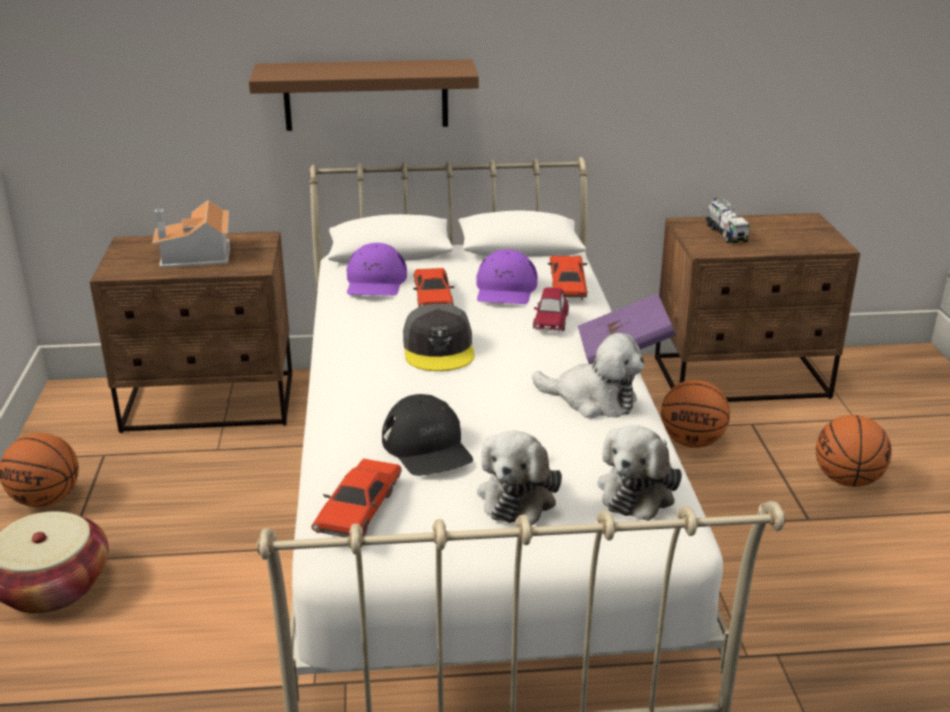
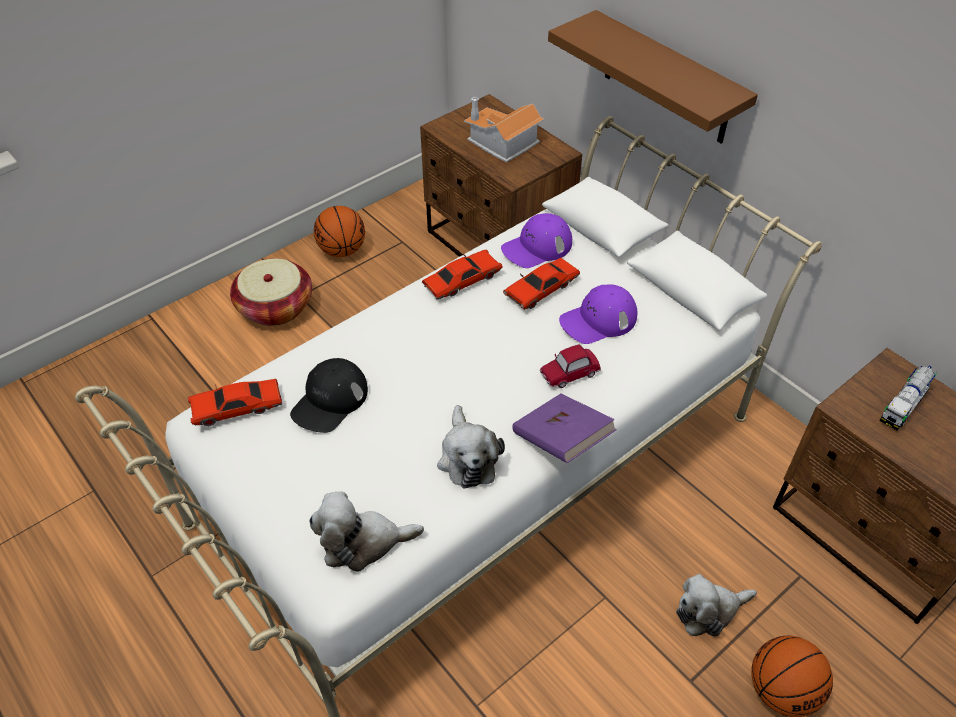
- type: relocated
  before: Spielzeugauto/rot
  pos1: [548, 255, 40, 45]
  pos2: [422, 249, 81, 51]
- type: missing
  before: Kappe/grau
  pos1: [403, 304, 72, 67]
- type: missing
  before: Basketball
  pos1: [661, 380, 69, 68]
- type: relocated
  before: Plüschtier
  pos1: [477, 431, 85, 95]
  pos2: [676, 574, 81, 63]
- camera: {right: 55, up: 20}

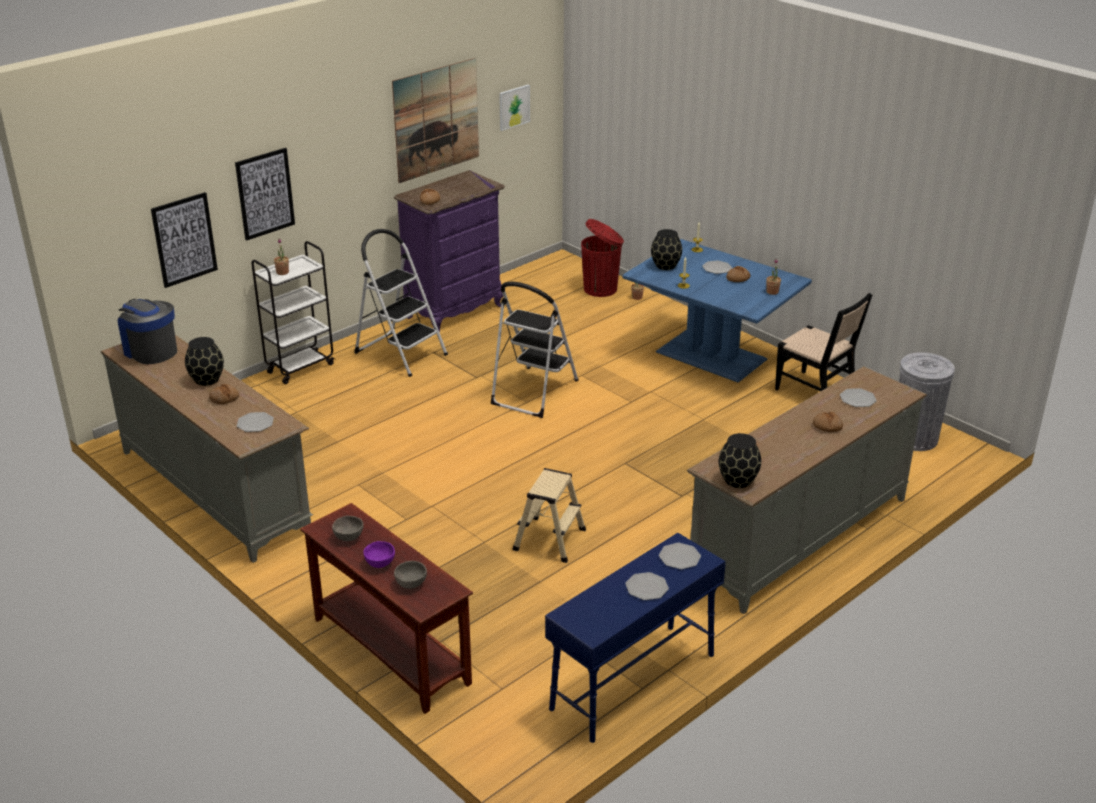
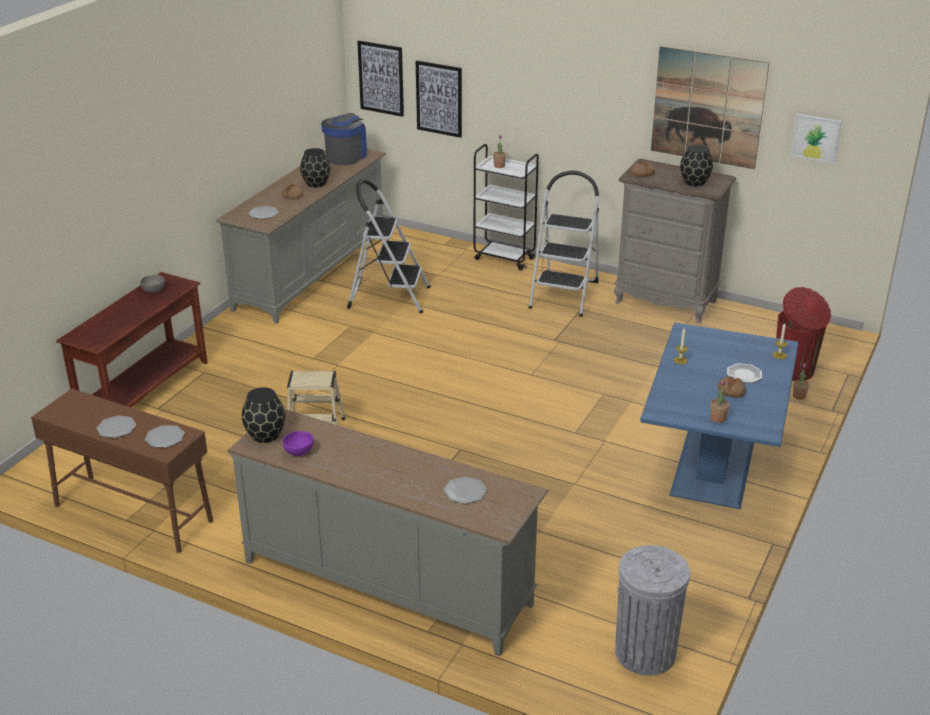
- type: relocated
  before: Bild
  pos1: [235, 148, 60, 93]
  pos2: [357, 40, 47, 77]
- type: colour
  before: Kommode/lila
  after: Kommode/beige
  pos1: [394, 170, 111, 162]
  pos2: [614, 159, 122, 164]
- type: relocated
  before: Vase/schwarz
  pos1: [651, 229, 31, 41]
  pos2: [680, 144, 33, 43]
- type: relocated
  before: Trittleiter
  pos1: [491, 282, 88, 136]
  pos2: [347, 179, 84, 134]
- type: missing
  before: Stuhl
  pos1: [775, 293, 97, 98]
- type: missing
  before: Brot
  pos1: [813, 412, 30, 20]
- type: colour
  before: Konsolentisch/blau
  after: Konsolentisch/braun
  pos1: [545, 533, 181, 210]
  pos2: [31, 389, 182, 164]
- type: relocated
  before: Schüssel/lila
  pos1: [363, 541, 32, 27]
  pos2: [282, 431, 32, 25]
- type: missing
  before: Schüssel/grau
  pos1: [394, 561, 33, 28]
- camera: {right: 70, up: 0}

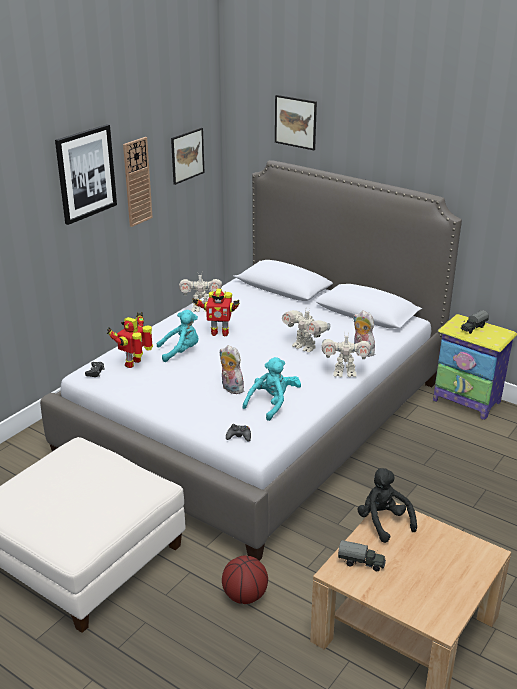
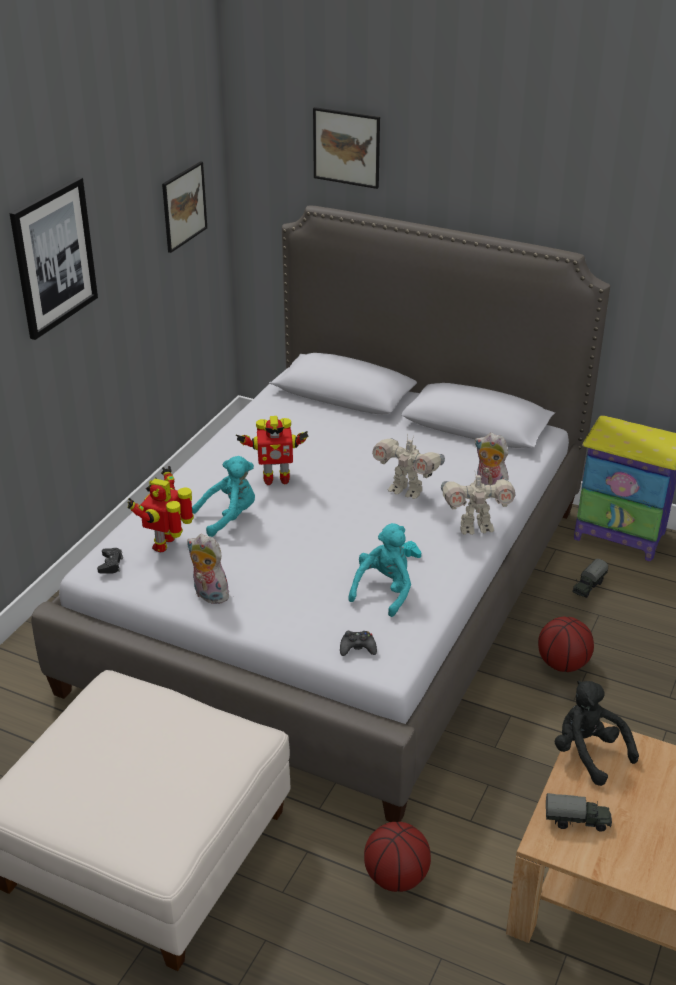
- type: missing
  before: Wanduhr
  pos1: [123, 137, 30, 90]
- type: missing
  before: Spielzeugroboter
  pos1: [179, 275, 43, 37]
- type: relocated
  before: Spielzeuglaster
  pos1: [461, 310, 28, 24]
  pos2: [572, 559, 36, 39]
- type: relocated
  before: Plüschtier
  pos1: [220, 345, 24, 49]
  pos2: [187, 534, 42, 70]
- type: appeared
  after: Basketball
  pos2: [538, 617, 56, 55]
- camera: {right: -10, up: 5}

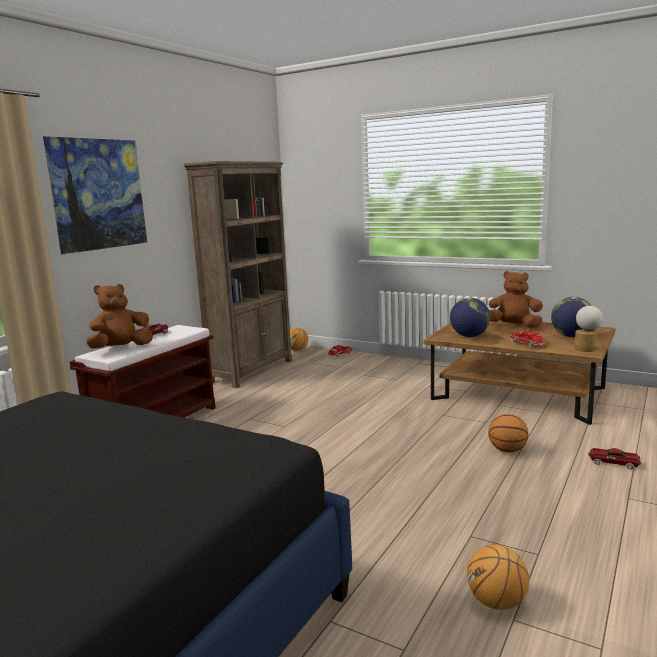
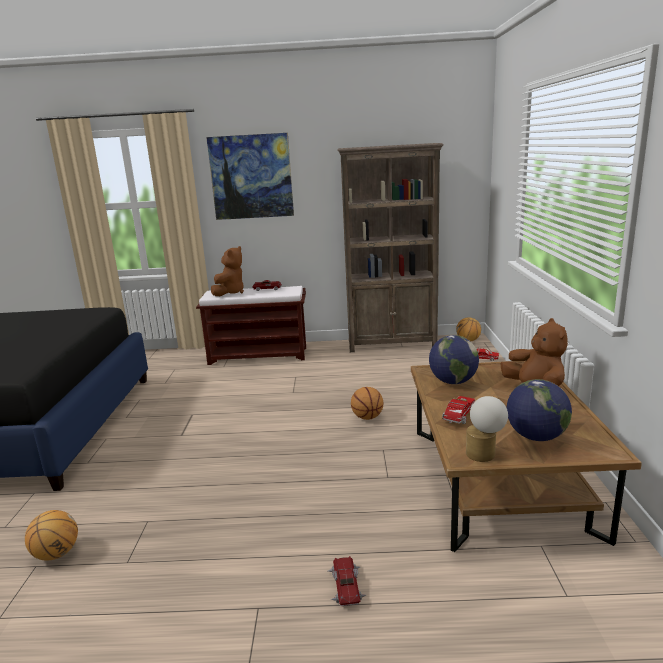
- type: spun
  before: Plüschtier/braun
  pos1: [86, 284, 67, 65]
  pos2: [211, 246, 33, 50]
  turn: 90
- type: relocated
  before: Basketball
  pos1: [488, 414, 40, 39]
  pos2: [351, 387, 33, 33]
- camera: {right: 60, up: 5}

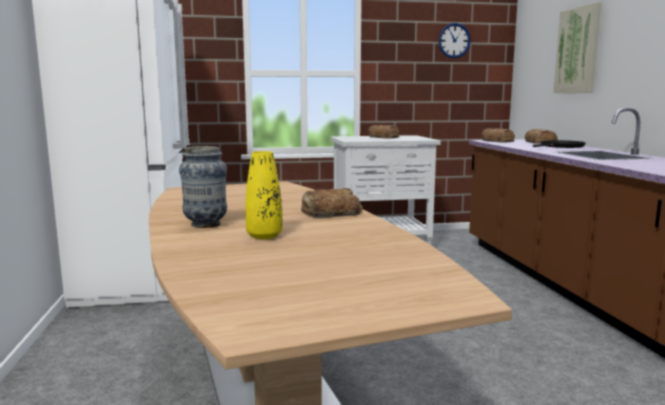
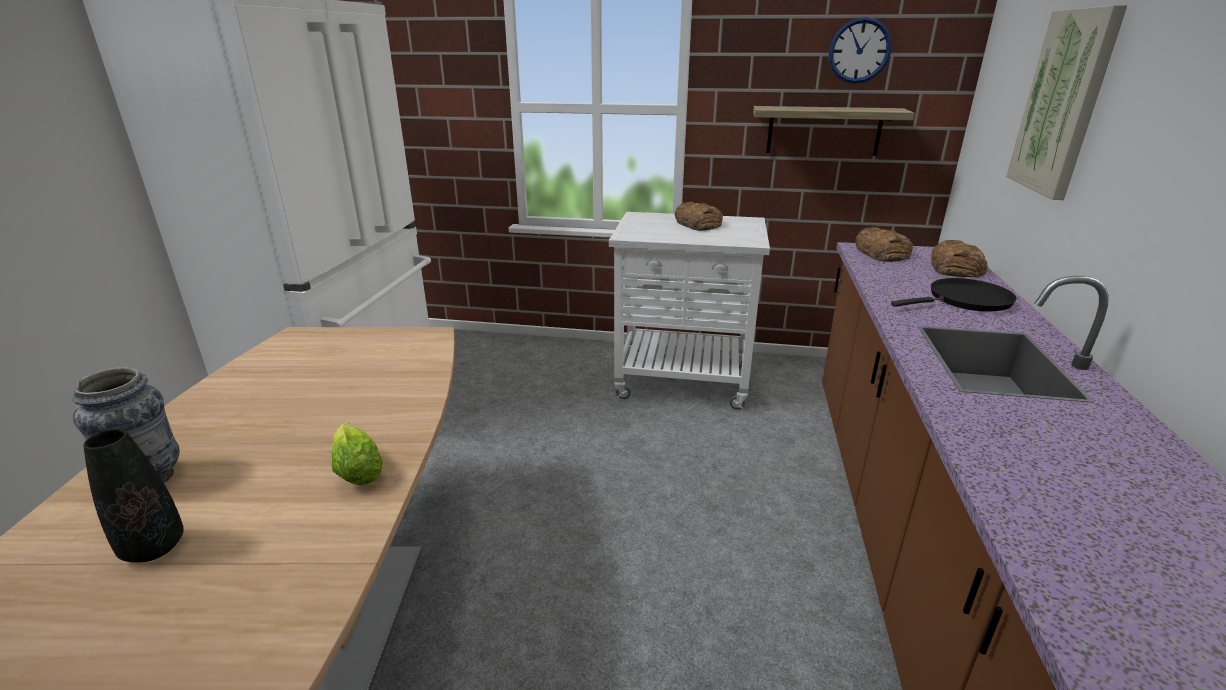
- type: colour
  before: Vase/gelb
  after: Vase/schwarz
  pos1: [245, 151, 38, 88]
  pos2: [83, 429, 101, 134]
- type: exchanged
  before: Brot
  after: Salatkopf
  pos1: [301, 188, 62, 30]
  pos2: [332, 423, 51, 62]
- type: appeared
  after: Wandregal
  pos2: [753, 106, 161, 50]
- camera: {right: 20, up: 15}

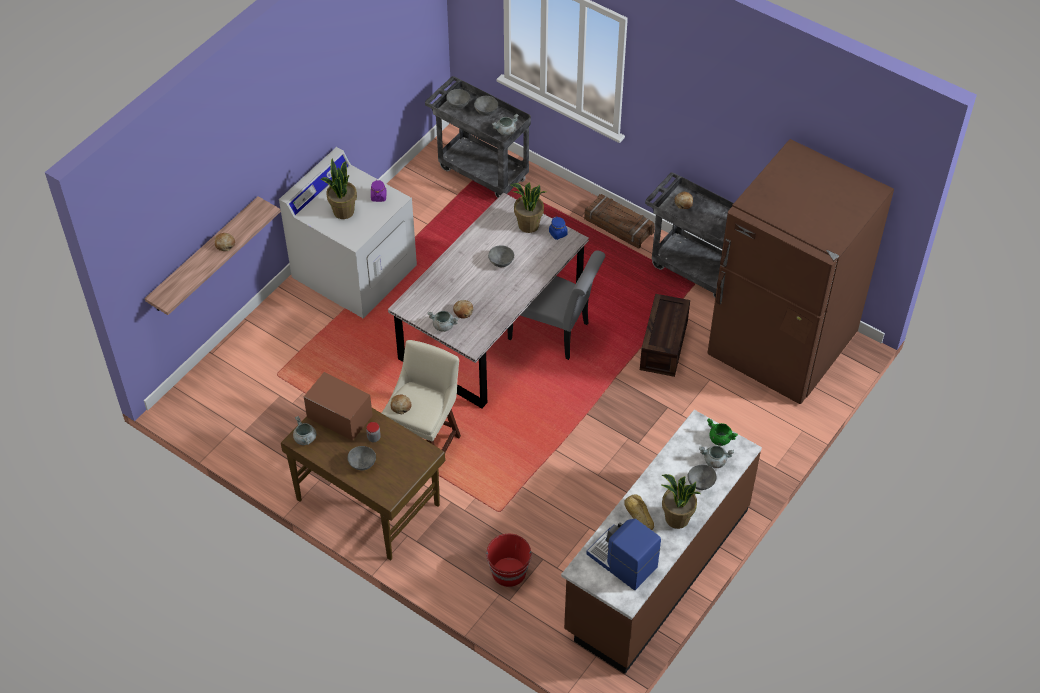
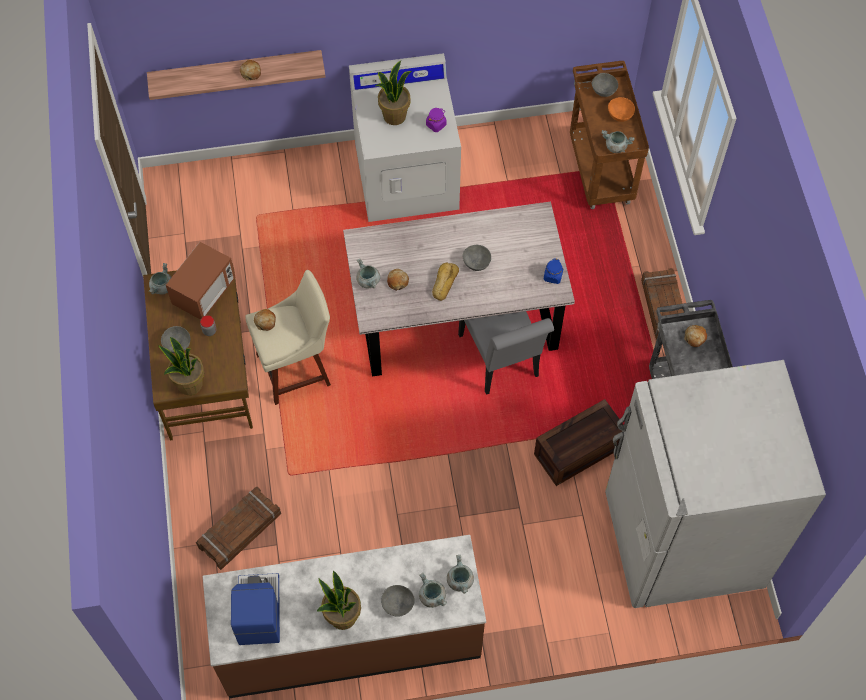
- type: colour
  before: Rollwagen/grau
  after: Rollwagen/braun
  pos1: [425, 76, 106, 122]
  pos2: [570, 61, 79, 148]
- type: colour
  before: Schüssel/grau
  after: Schüssel/orange
  pos1: [474, 96, 24, 20]
  pos2: [608, 97, 27, 25]
- type: colour
  before: Kühlschrank/braun
  after: Kühlschrank/weiß
  pos1: [707, 139, 187, 265]
  pos2: [605, 360, 221, 248]
- type: relocated
  before: Topfpflanze
  pos1: [510, 182, 36, 51]
  pos2: [158, 337, 46, 58]
- type: spun
  before: Mikrowelle
  pos1: [304, 372, 69, 69]
  pos2: [166, 242, 70, 78]
  turn: 45
- type: colour
  before: Kochtopf/grün
  after: Kochtopf/grau
  pos1: [707, 419, 31, 27]
  pos2: [447, 555, 27, 39]
- type: relocated
  before: Brot
  pos1: [624, 494, 30, 36]
  pos2: [432, 263, 27, 38]
- type: exchanged
  before: Eimer/rot
  after: Kiste
  pos1: [486, 534, 46, 53]
  pos2: [196, 487, 85, 83]
- camera: {right: 45, up: 10}

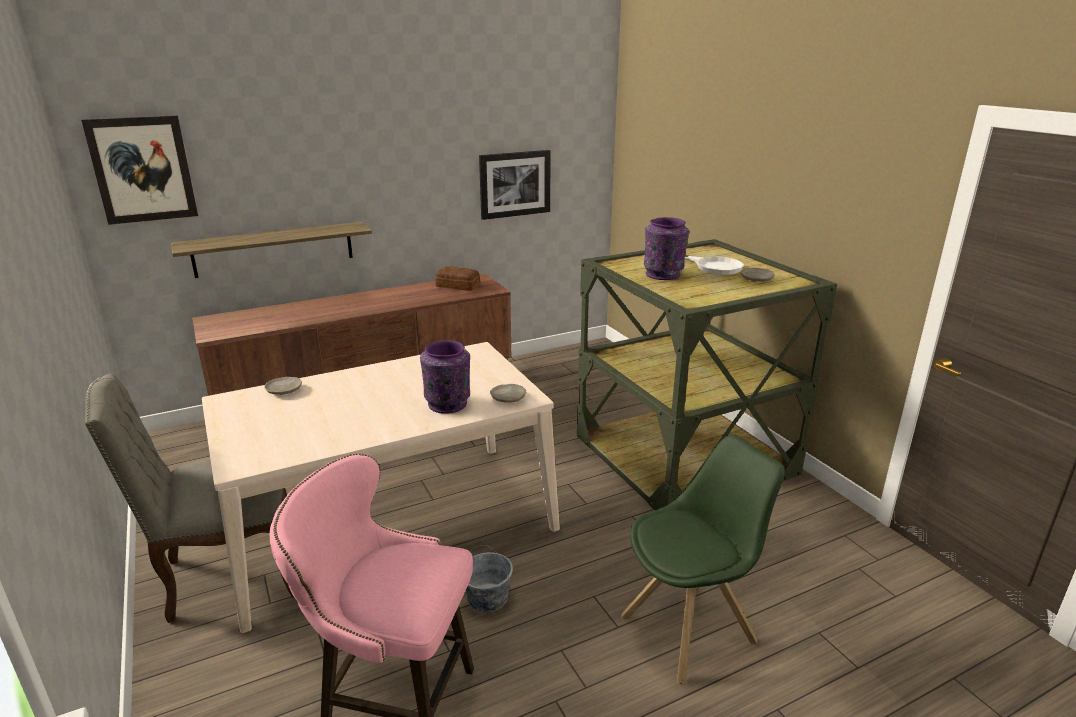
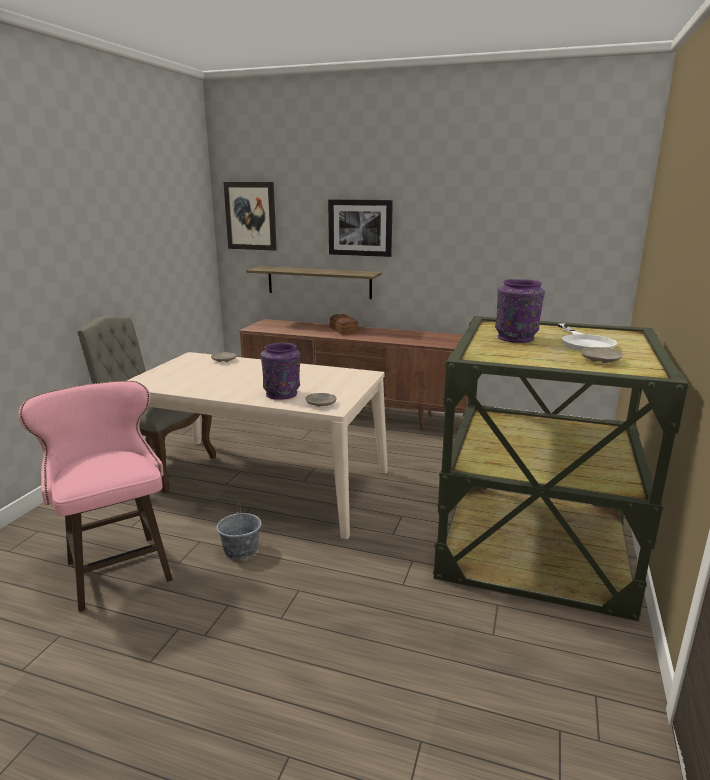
- type: relocated
  before: Bild
  pos1: [479, 150, 72, 70]
  pos2: [328, 199, 65, 58]
- type: relocated
  before: Brot
  pos1: [435, 266, 45, 25]
  pos2: [329, 314, 30, 21]
- type: missing
  before: Stuhl/grün
  pos1: [621, 434, 164, 250]
- camera: {right: 45, up: -5}

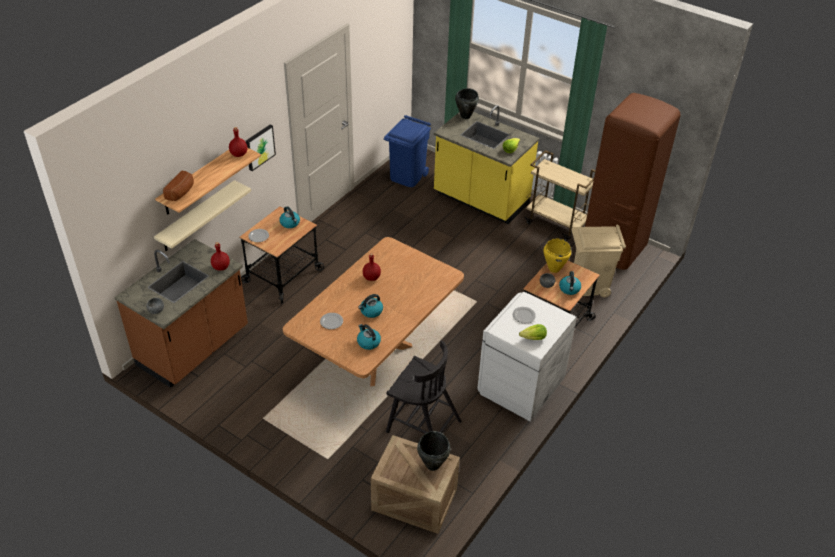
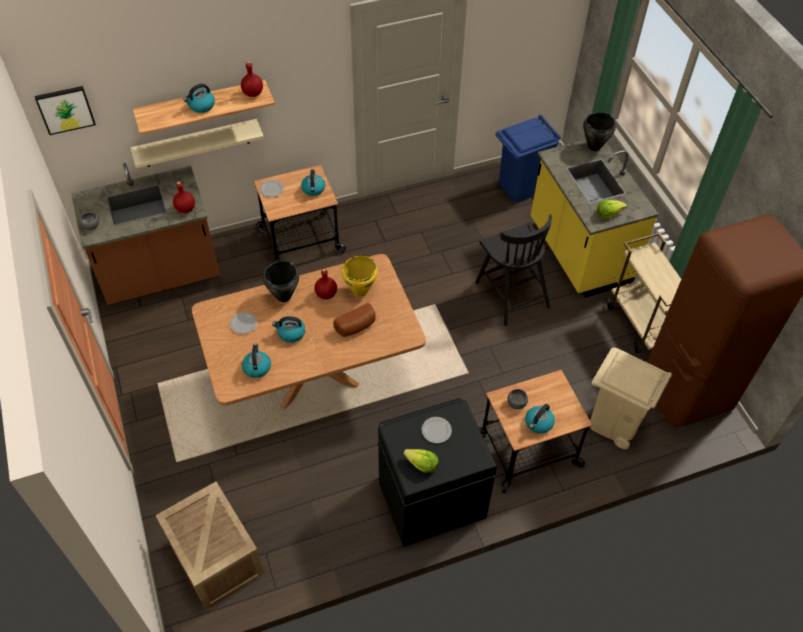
- type: relocated
  before: Bild
  pos1: [246, 125, 30, 46]
  pos2: [35, 86, 61, 49]
- type: relocated
  before: Brot
  pos1: [163, 171, 31, 30]
  pos2: [333, 303, 42, 34]
- type: relocated
  before: Kochtopf/gelb
  pos1: [544, 238, 27, 35]
  pos2: [341, 256, 37, 41]
- type: colour
  before: Waschmaschine/weiß
  after: Waschmaschine/schwarz
  pos1: [477, 292, 100, 130]
  pos2: [378, 398, 119, 149]
- type: relocated
  before: Stuhl/schwarz
  pos1: [386, 340, 76, 94]
  pos2: [475, 214, 77, 112]
- type: relocated
  before: Kochtopf/schwarz
  pos1: [417, 431, 34, 40]
  pos2: [263, 261, 36, 41]
- type: appeared
  after: Wasserkessel
  pos2: [183, 84, 32, 29]
- camera: {right: 35, up: 10}

